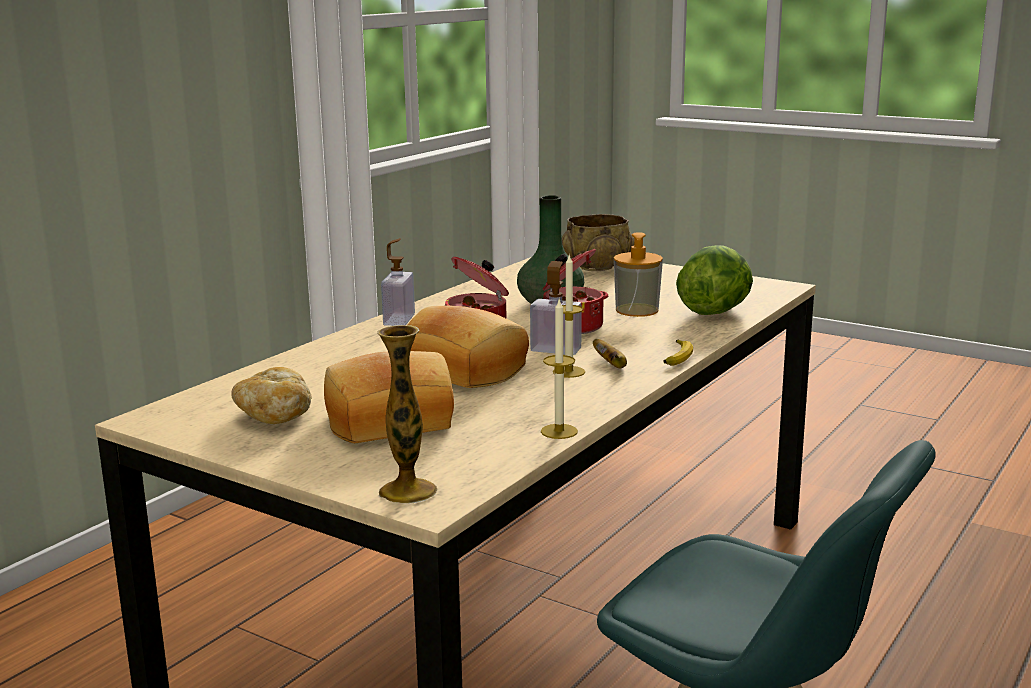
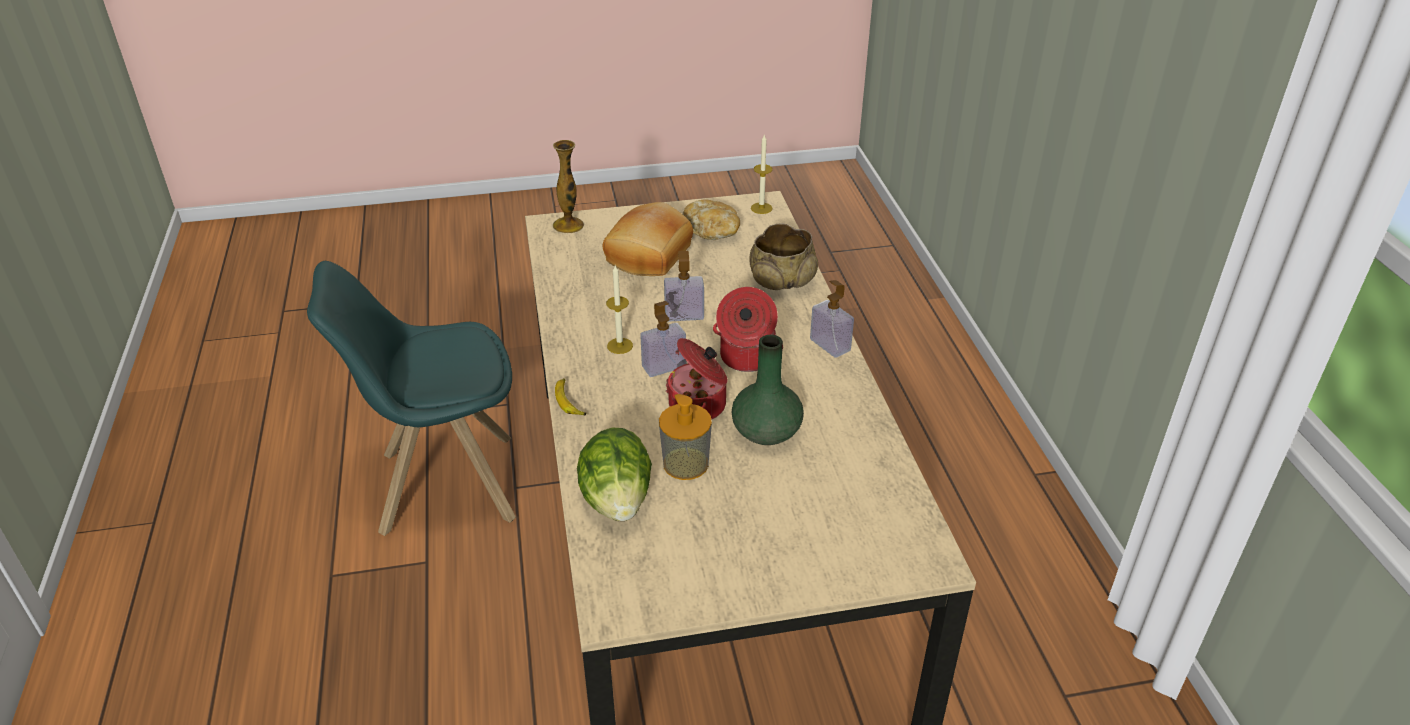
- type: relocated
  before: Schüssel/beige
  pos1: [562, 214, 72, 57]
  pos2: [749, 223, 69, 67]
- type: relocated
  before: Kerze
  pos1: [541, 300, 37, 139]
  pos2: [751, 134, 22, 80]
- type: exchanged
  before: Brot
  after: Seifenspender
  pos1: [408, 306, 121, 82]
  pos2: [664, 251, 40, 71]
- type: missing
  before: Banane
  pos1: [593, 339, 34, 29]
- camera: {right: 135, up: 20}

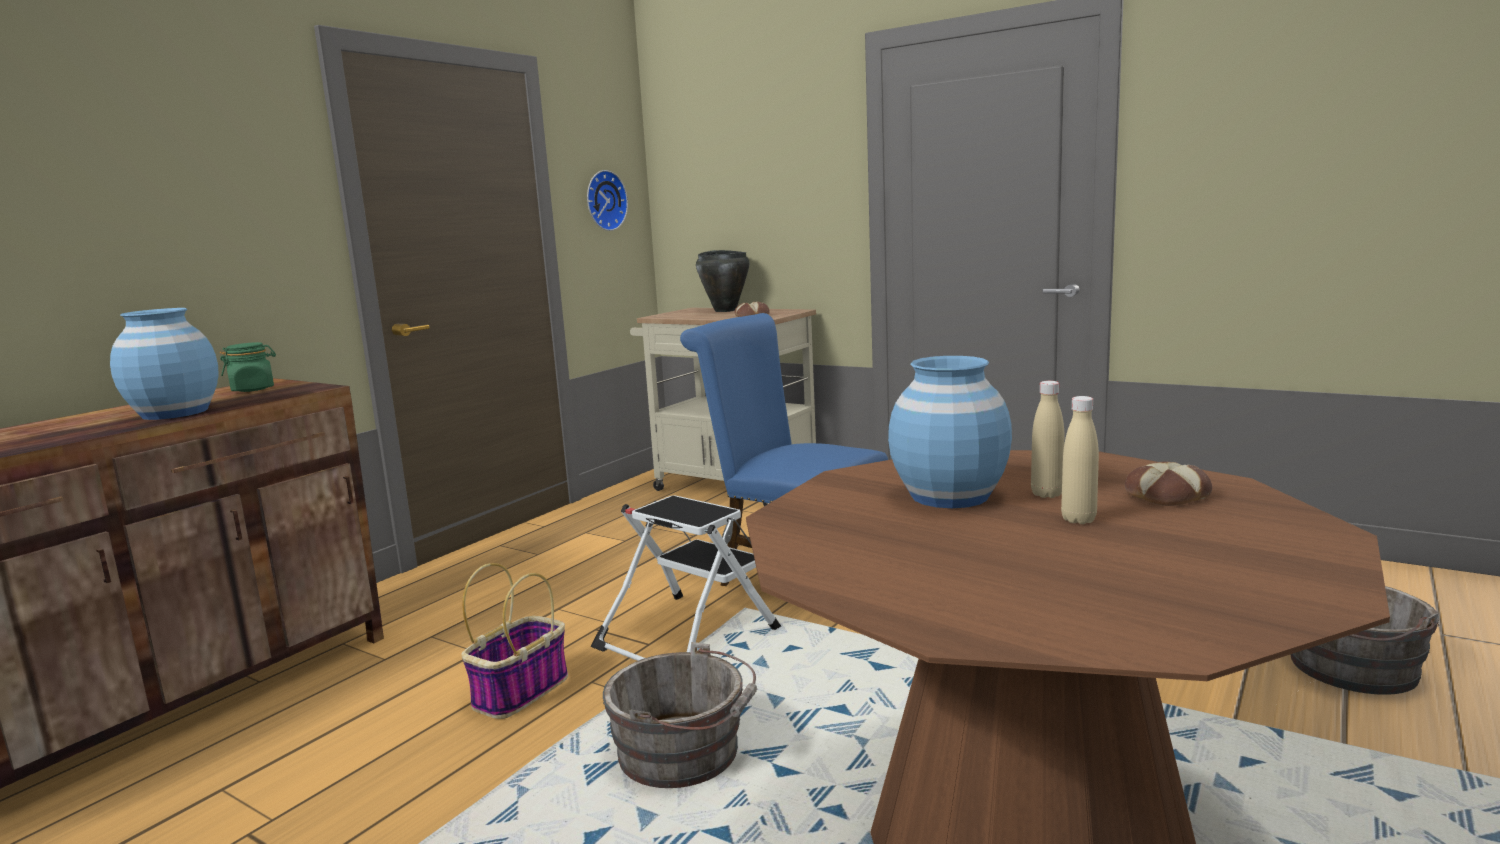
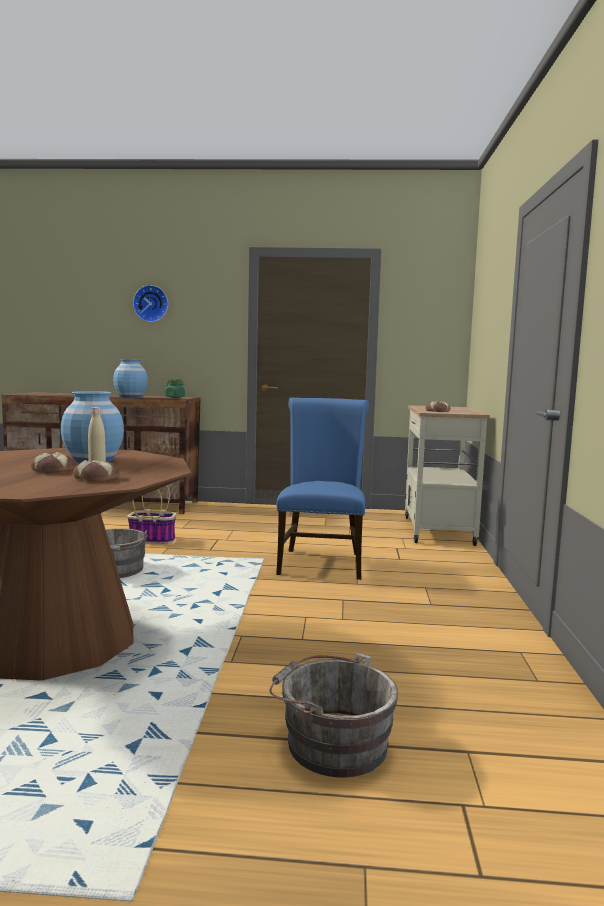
- type: relocated
  before: Wanduhr
  pos1: [587, 170, 41, 61]
  pos2: [133, 285, 35, 37]
- type: missing
  before: Kochtopf/schwarz
  pos1: [696, 250, 54, 62]
- type: exchanged
  before: Flasche/beige
  after: Brot
  pos1: [1061, 396, 38, 128]
  pos2: [31, 452, 46, 21]
- type: missing
  before: Trittleiter
  pos1: [591, 495, 190, 166]
- camera: {right: 60, up: -5}

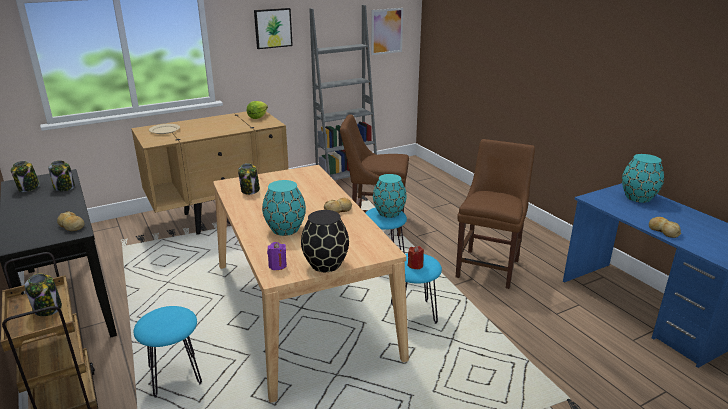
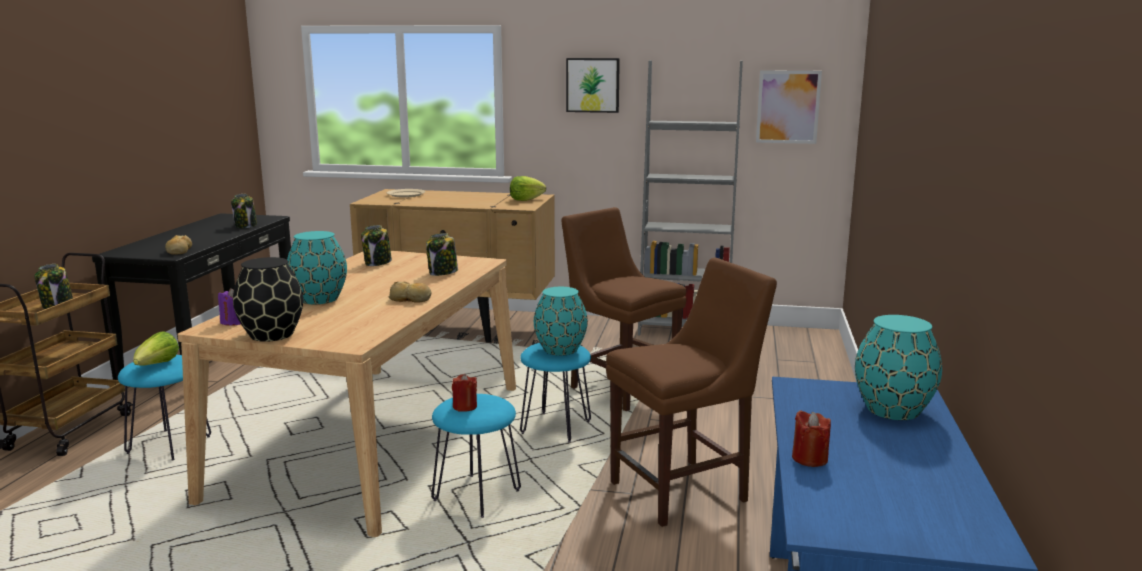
- type: relocated
  before: Vorratsglas
  pos1: [11, 161, 29, 31]
  pos2: [426, 233, 32, 43]
- type: exchanged
  before: Brot
  after: Kerze/rot
  pos1: [649, 217, 32, 21]
  pos2: [792, 410, 39, 57]
- type: appeared
  after: Salatkopf
  pos2: [133, 331, 46, 35]
- camera: {right: 40, up: -10}

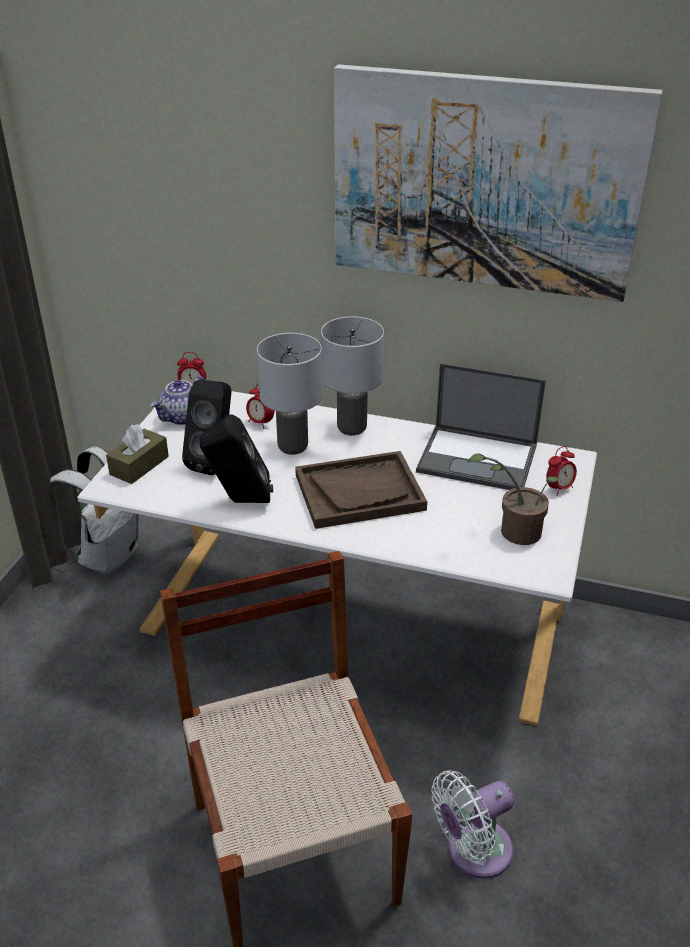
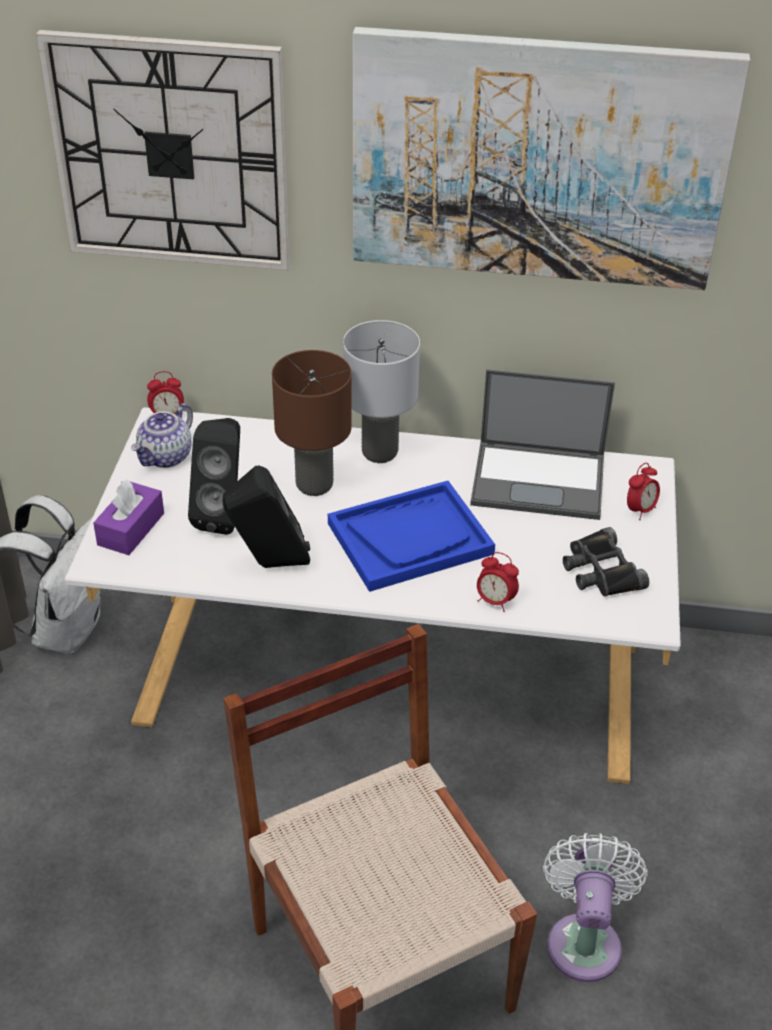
- type: colour
  before: Tischlampe/weiß
  after: Tischlampe/braun
  pos1: [257, 333, 65, 122]
  pos2: [272, 350, 80, 146]
- type: relocated
  before: Wecker
  pos1: [246, 383, 28, 46]
  pos2: [477, 552, 42, 60]
- type: colour
  before: Taschentuchbox/braun
  after: Taschentuchbox/lila
  pos1: [106, 424, 63, 60]
  pos2: [93, 480, 71, 75]
- type: colour
  before: Tablett/braun
  after: Tablett/blau
  pos1: [295, 451, 132, 78]
  pos2: [328, 481, 167, 111]
- type: exchanged
  before: Topfpflanze
  after: Fernglas/schwarz
  pos1: [467, 453, 92, 92]
  pos2: [563, 527, 86, 70]
- type: spun
  before: Ventilator/weiß
  pos1: [432, 770, 83, 109]
  pos2: [543, 833, 105, 149]
  turn: 135
- type: appeared
  after: Wanduhr
  pos2: [36, 30, 254, 241]
- camera: {right: -10, up: 5}

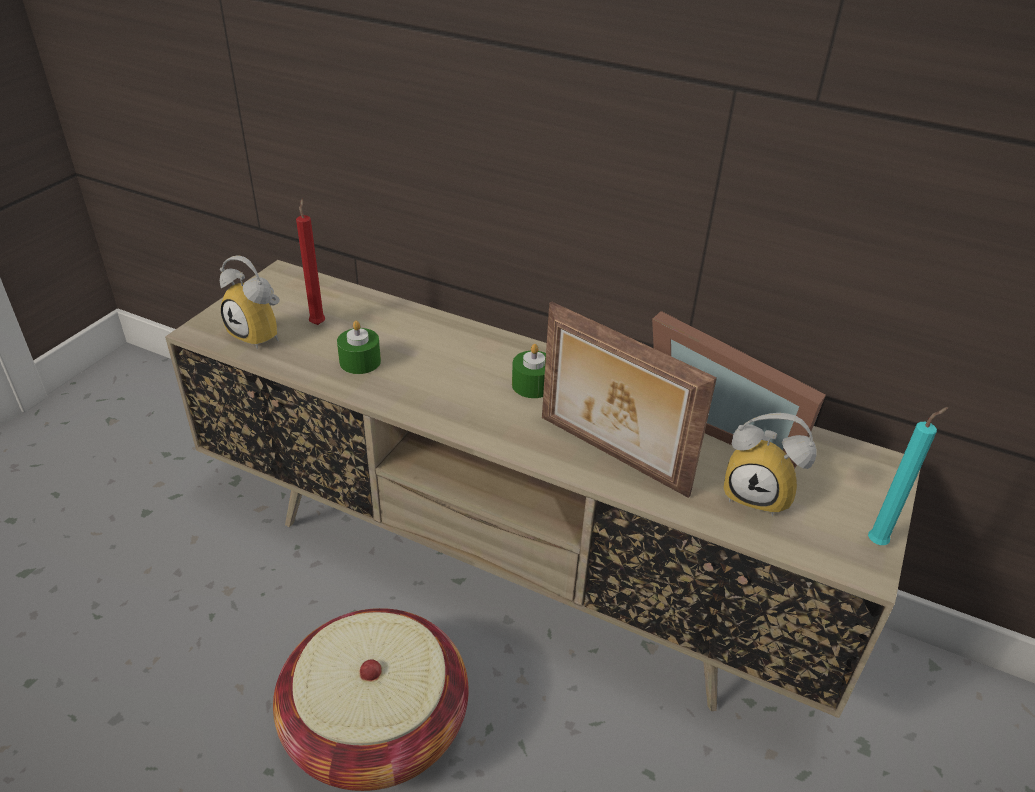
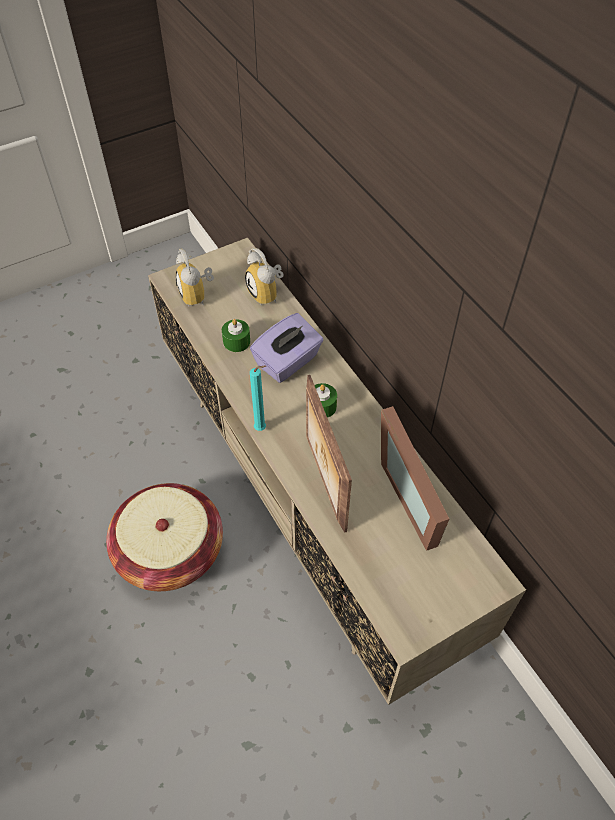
- type: missing
  before: Kerze/rot
  pos1: [296, 199, 29, 126]
- type: relocated
  before: Kerze/türkis
  pos1: [868, 407, 80, 138]
  pos2: [250, 365, 16, 66]
- type: relocated
  before: Wecker
  pos1: [723, 413, 94, 104]
  pos2: [245, 248, 39, 58]
- type: appeared
  after: Taschentuchbox/lila
  pos2: [250, 313, 74, 70]
- camera: {right: 35, up: 15}

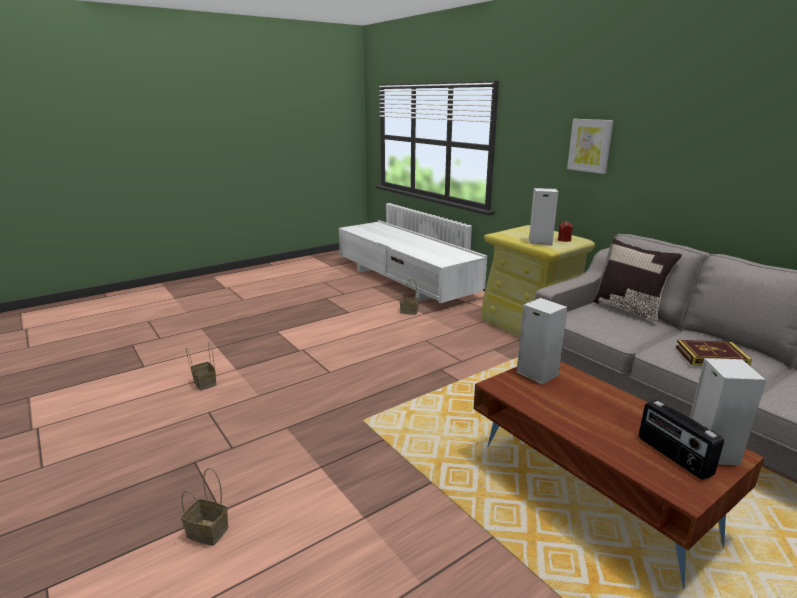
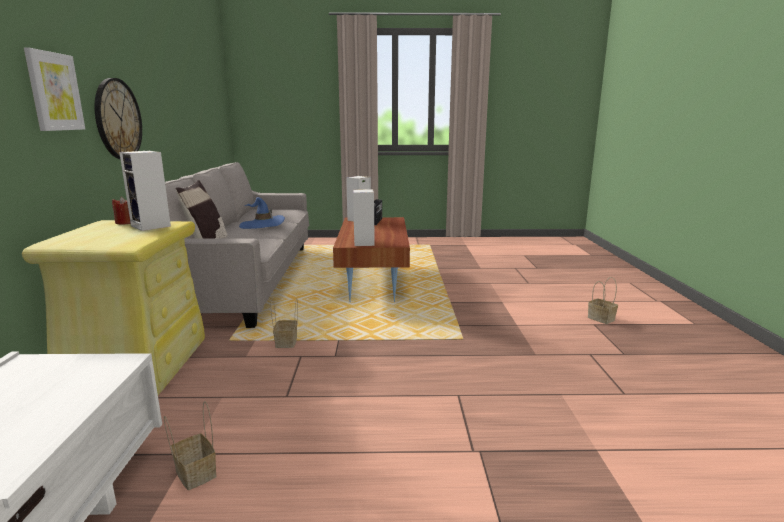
- type: exchanged
  before: Buch
  after: Hut/blau
  pos1: [676, 340, 76, 26]
  pos2: [239, 197, 46, 32]
- type: relocated
  before: Korb
  pos1: [186, 343, 31, 47]
  pos2: [271, 298, 27, 50]
- type: appeared
  after: Wanduhr
  pos2: [95, 78, 47, 81]
- camera: {right: -145, up: -5}

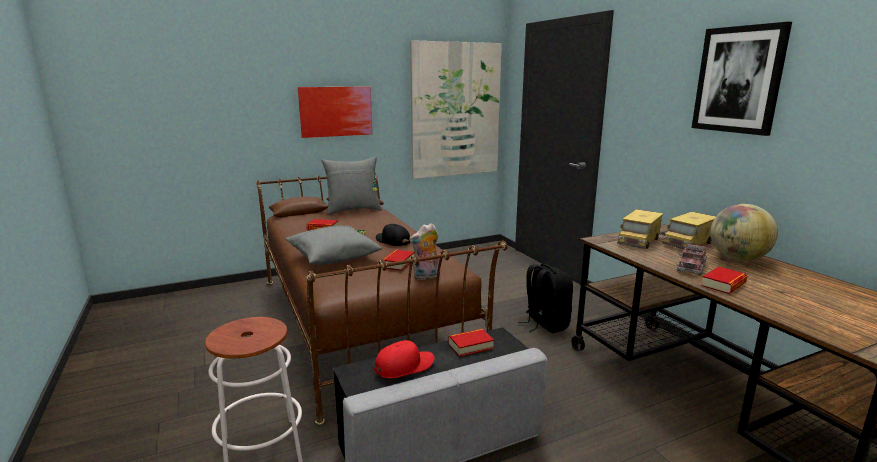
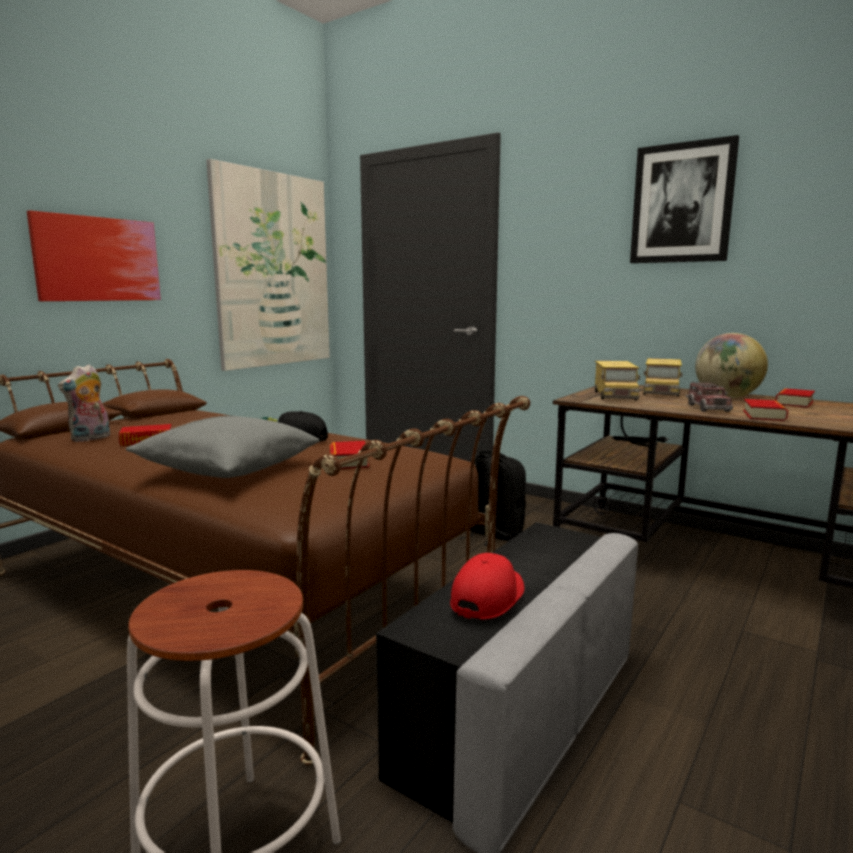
- type: missing
  before: Kissen/grau
  pos1: [321, 157, 61, 58]
- type: relocated
  before: Plüschtier
  pos1: [409, 223, 31, 57]
  pos2: [58, 364, 52, 78]
- type: relocated
  before: Buch
  pos1: [448, 329, 46, 28]
  pos2: [776, 388, 39, 20]
- camera: {right: -30, up: -5}

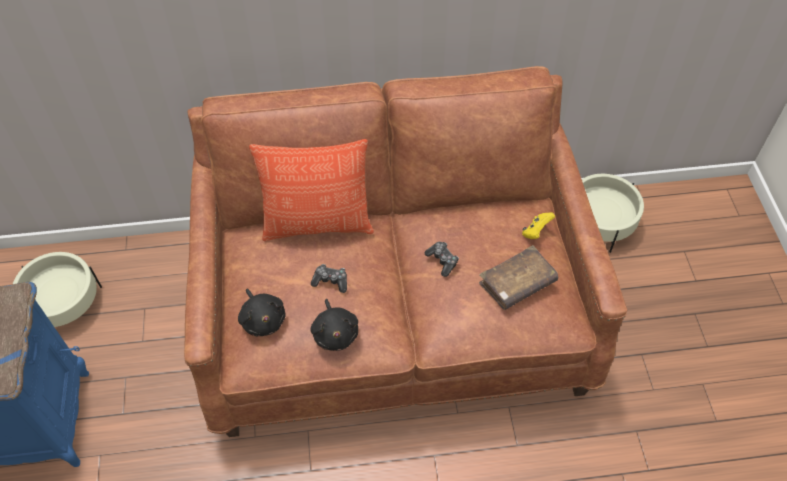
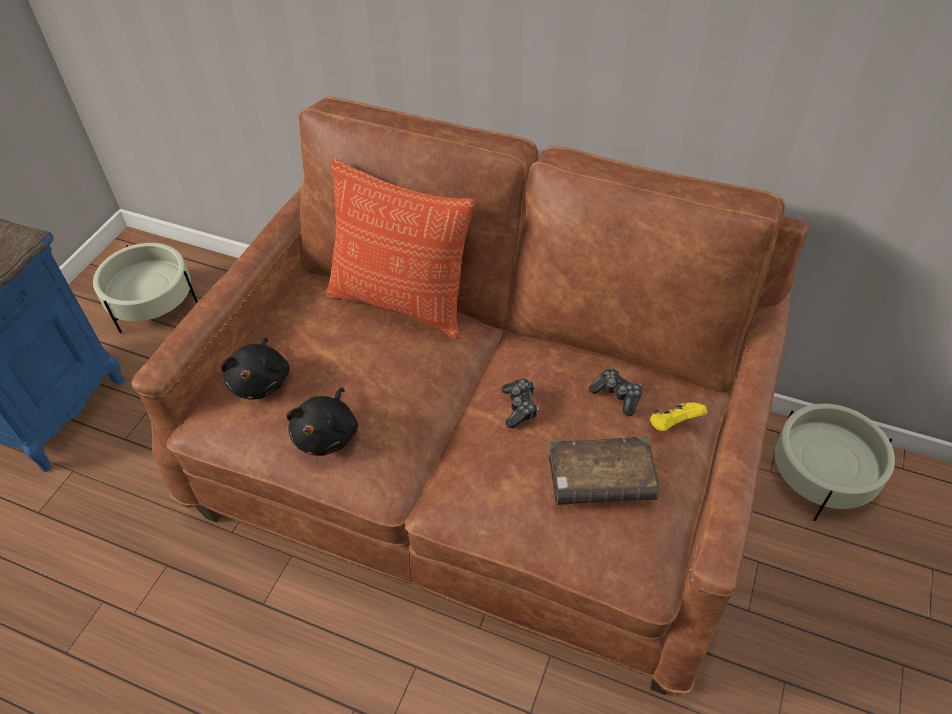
- type: relocated
  before: Gamepad
  pos1: [311, 264, 36, 29]
  pos2: [589, 369, 53, 47]
- camera: {right: 30, up: -5}

